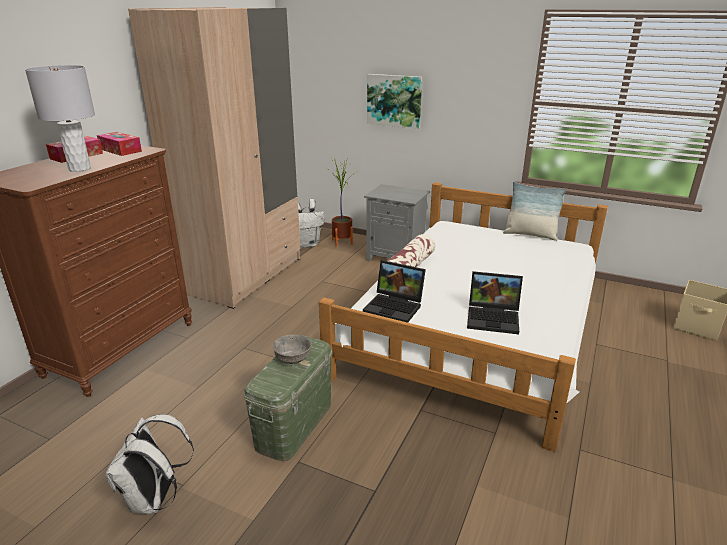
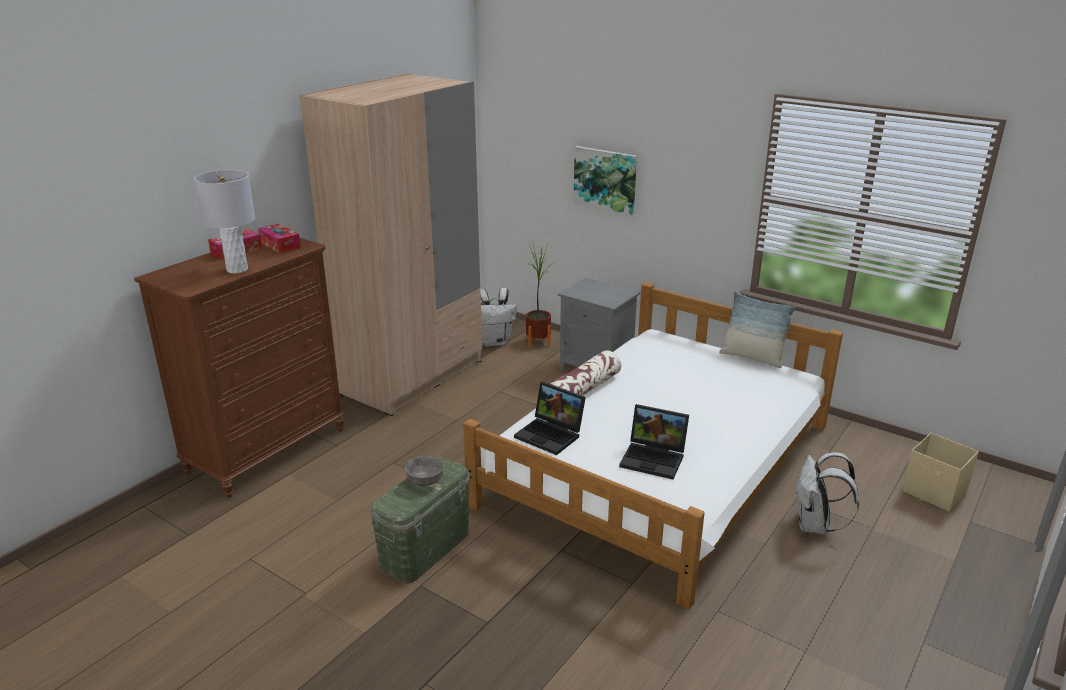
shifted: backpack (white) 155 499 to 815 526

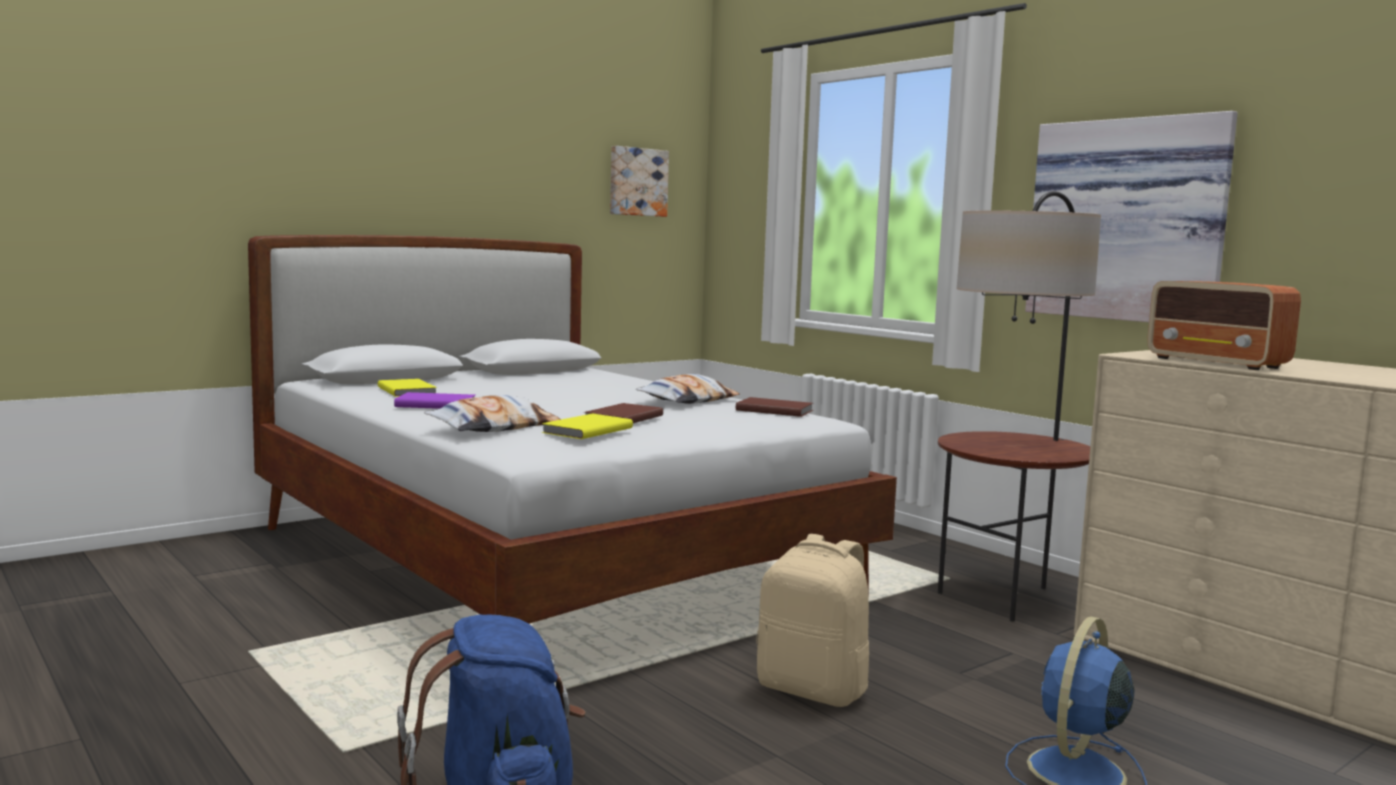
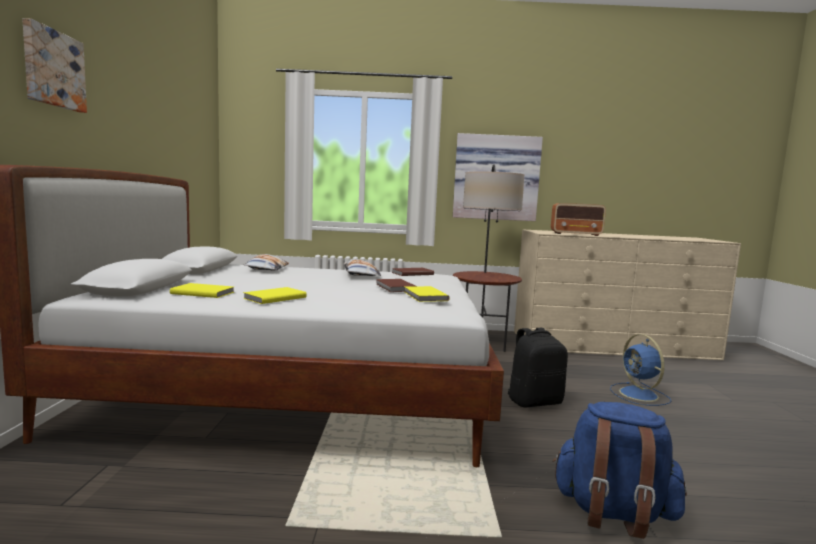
shifted: pillow 494 427 to 267 269; picture 637 182 to 52 69
repainted: book (purple) 435 404 to book (yellow) 273 298; backpack (beige) 813 690 to backpack (black) 534 401

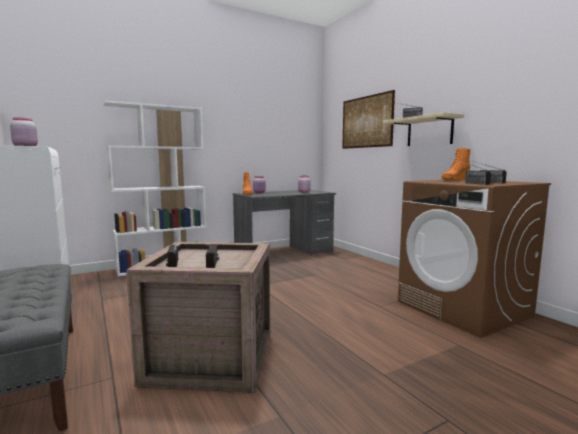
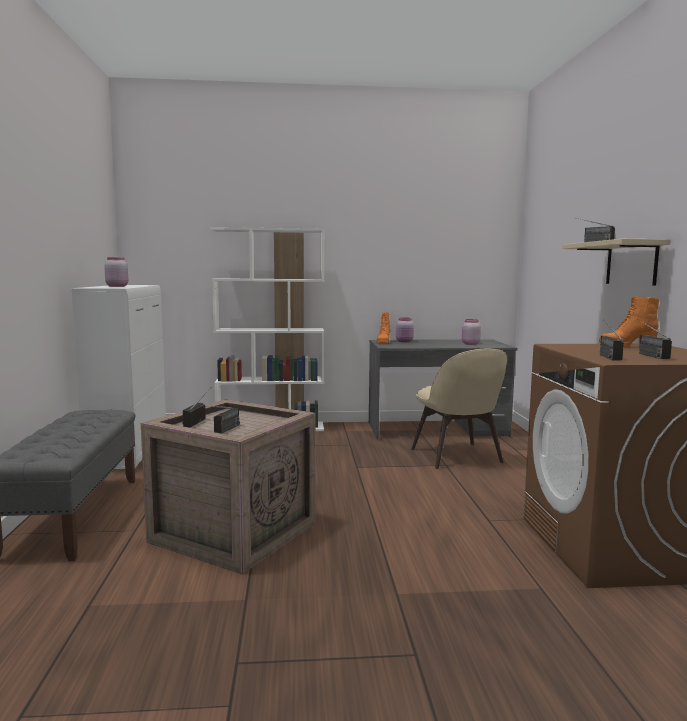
gone: picture 366 122
new: chair (beige) 457 457

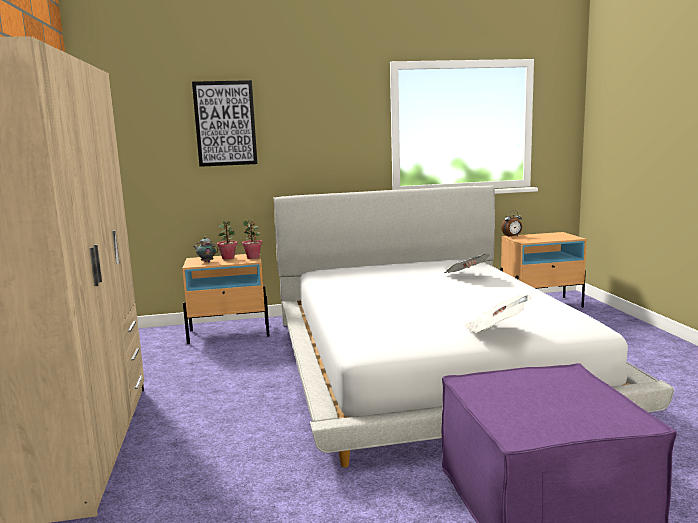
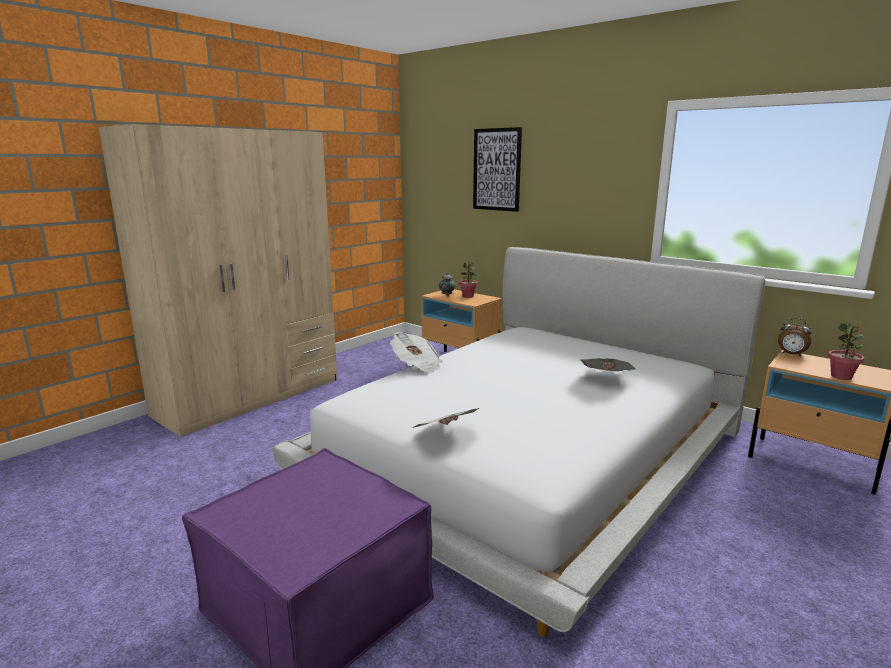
new: newspaper 416 365
shifted: potted plant 253 257 to 841 377

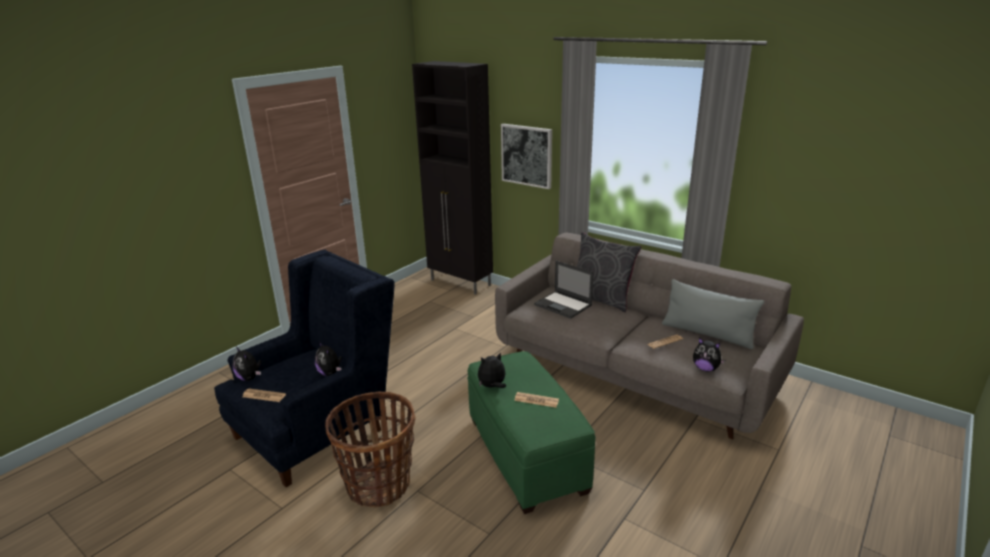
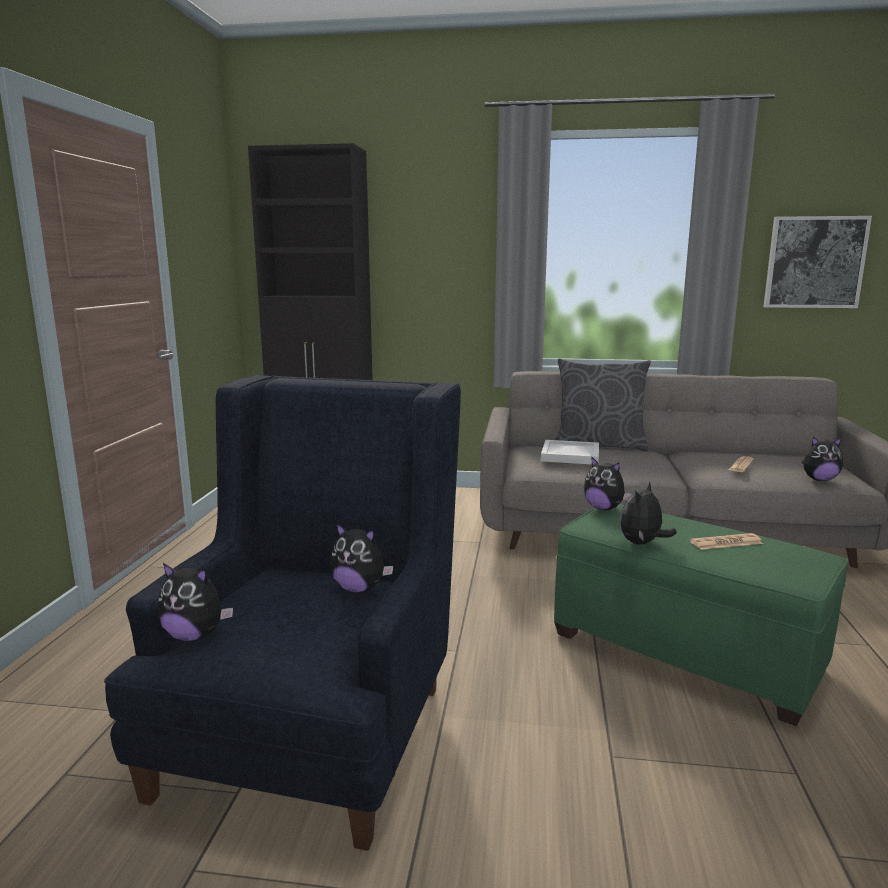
gone: newspaper 264 396; basket 379 484; pillow (grey) 707 334
new: plush toy 604 508
shifted: picture 527 155 to 814 262
swapped: laptop 563 305 to tray (white) 571 455

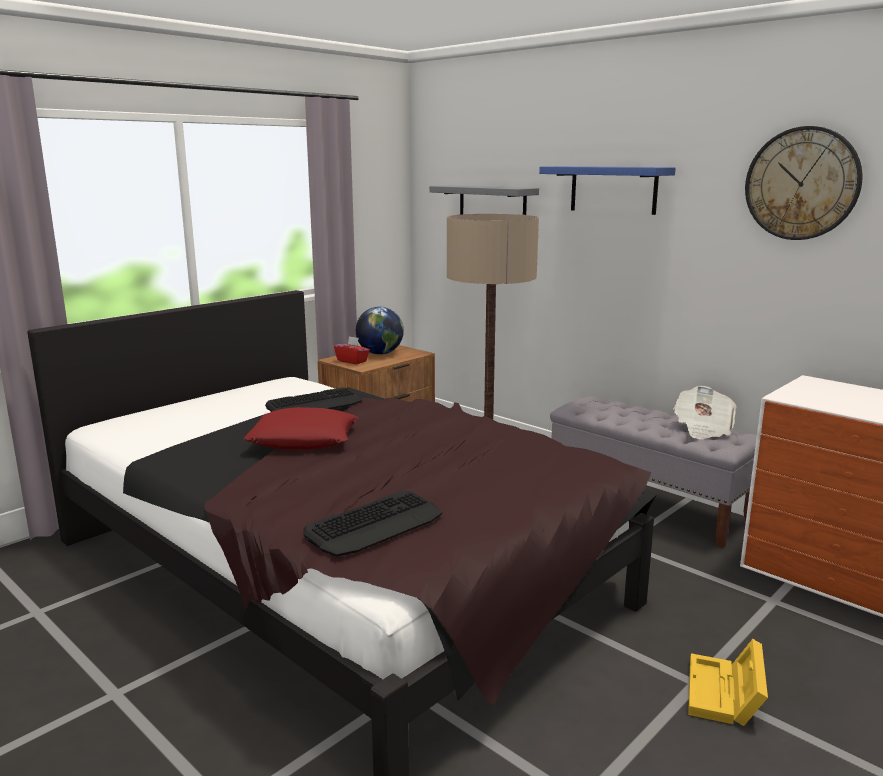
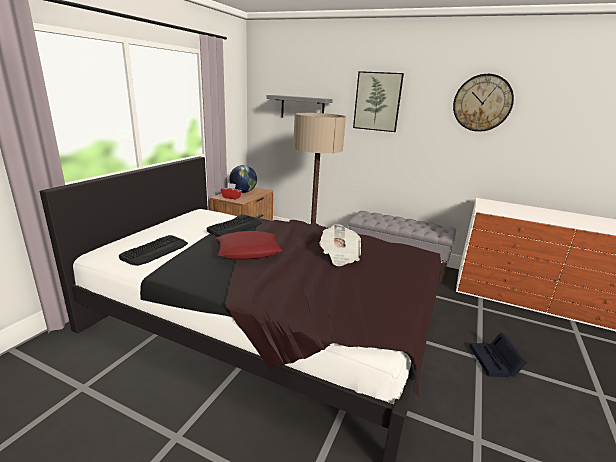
shifted: keyboard 375 524 to 155 250; newspaper 702 429 to 339 256
swapped: shelf (blue) 613 189 to picture 377 101
repainted: storage box (yellow) 725 695 to storage box (black) 495 362

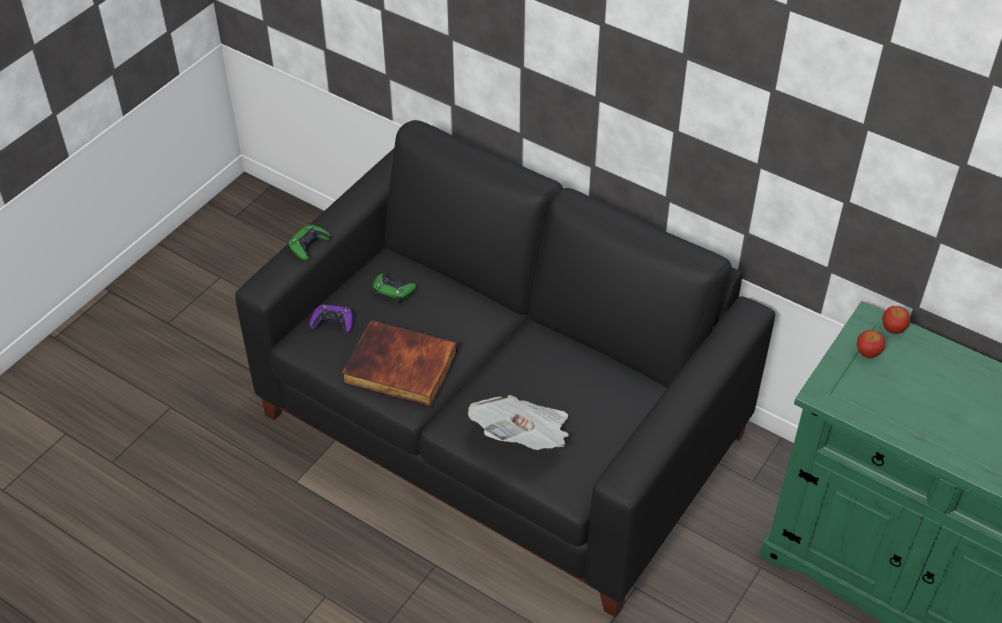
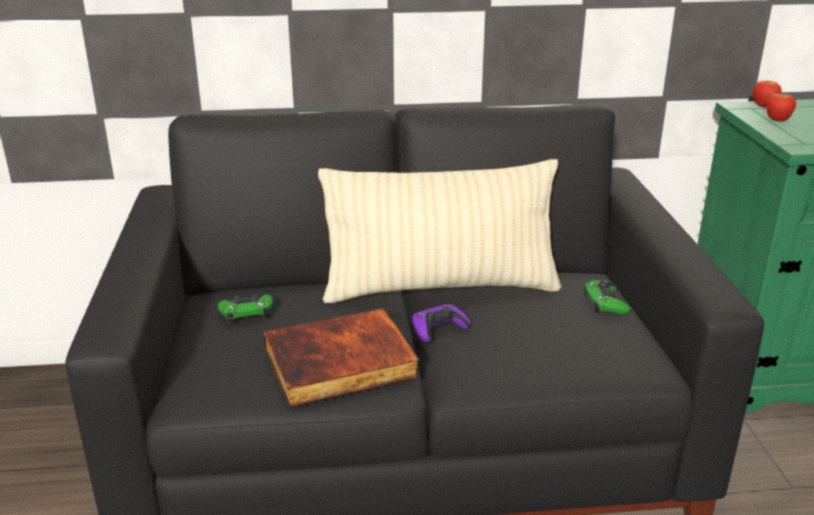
gone: newspaper 523 438
new: pillow (beige) 441 288
shifted: game controller (green) 309 245 to 605 303; game controller (purple) 333 322 to 439 328

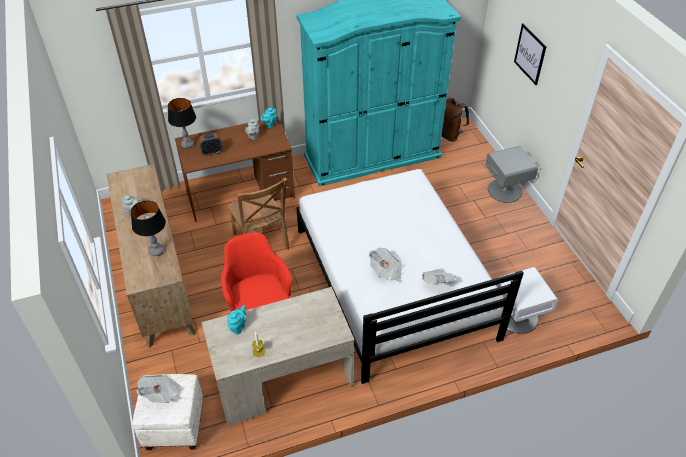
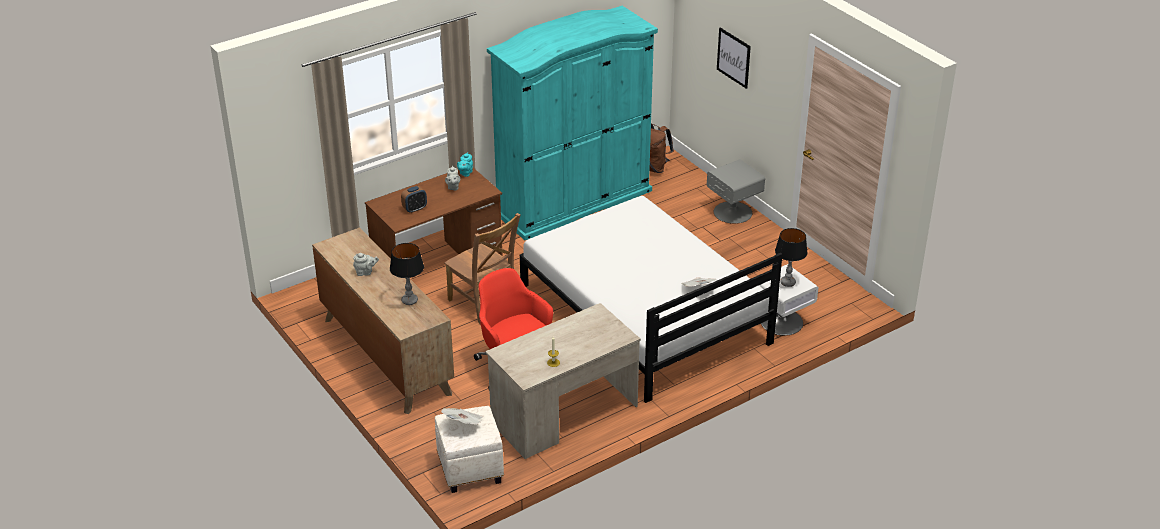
gone: teapot (turquoise) 238 326; newspaper 386 271
shifted: table lamp 187 144 to 788 282

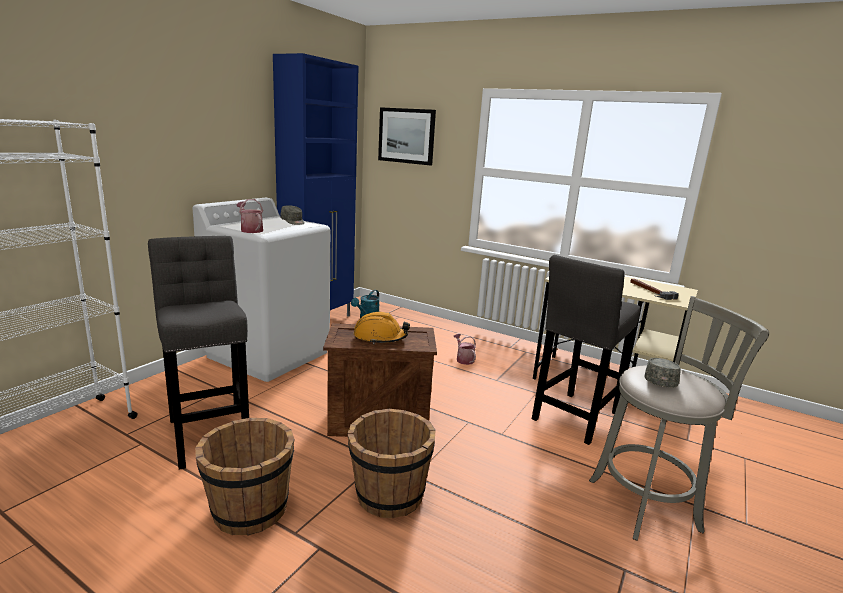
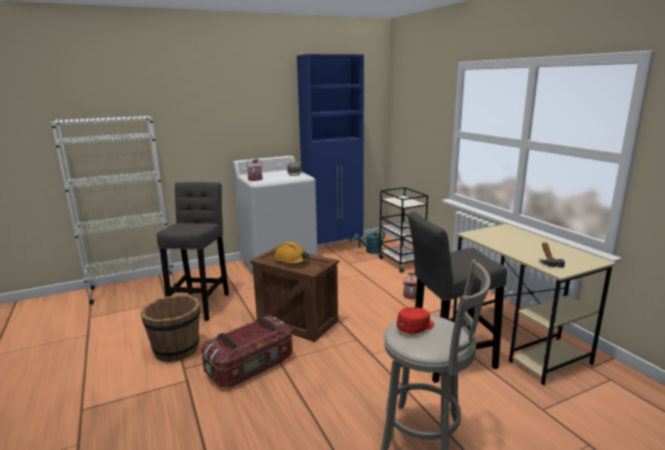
gone: picture 406 136
new: cart (black) 401 262
swapped: bucket (brown) 388 495 to storage box 251 367
repainted: cap (grey) 659 380 to cap (red) 416 328

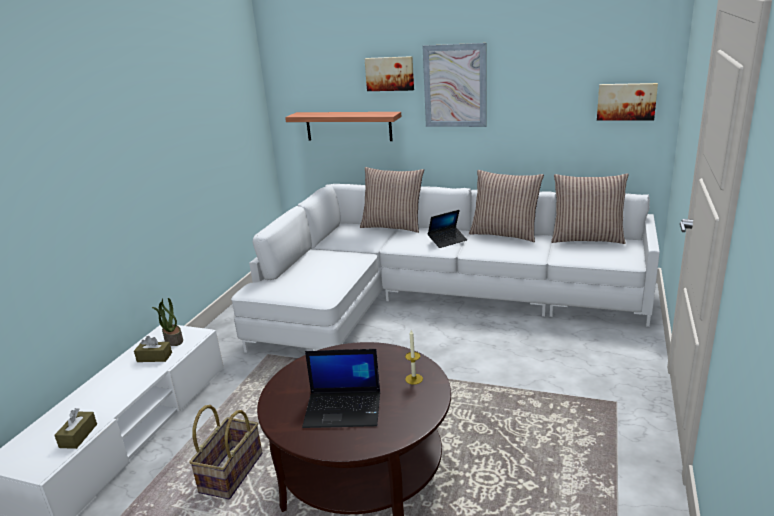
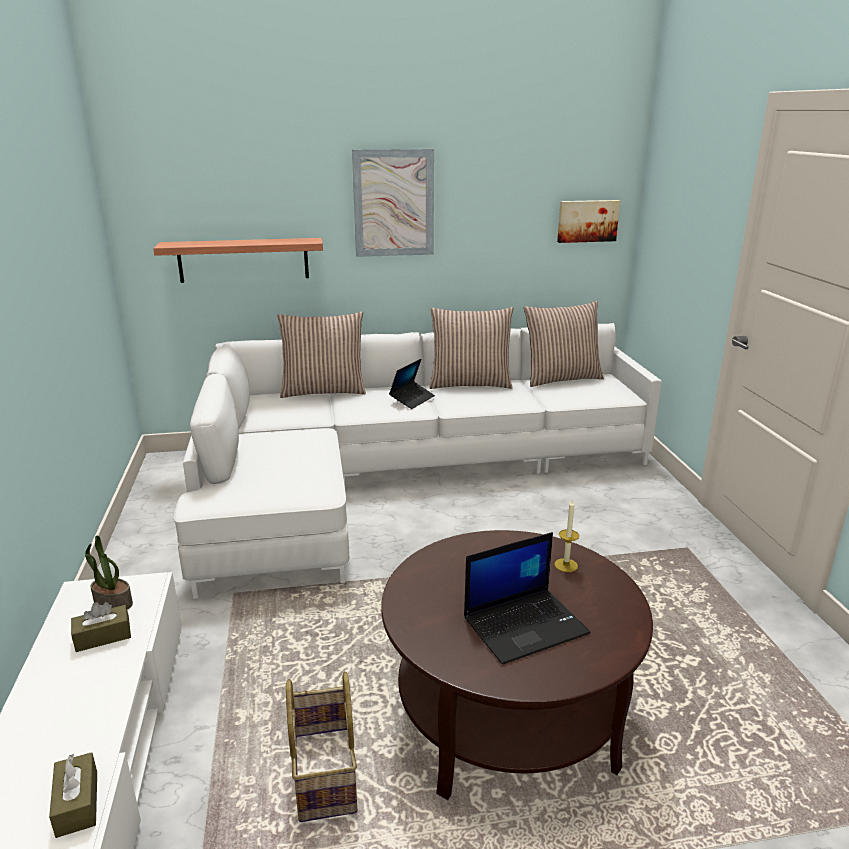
gone: picture 390 73

